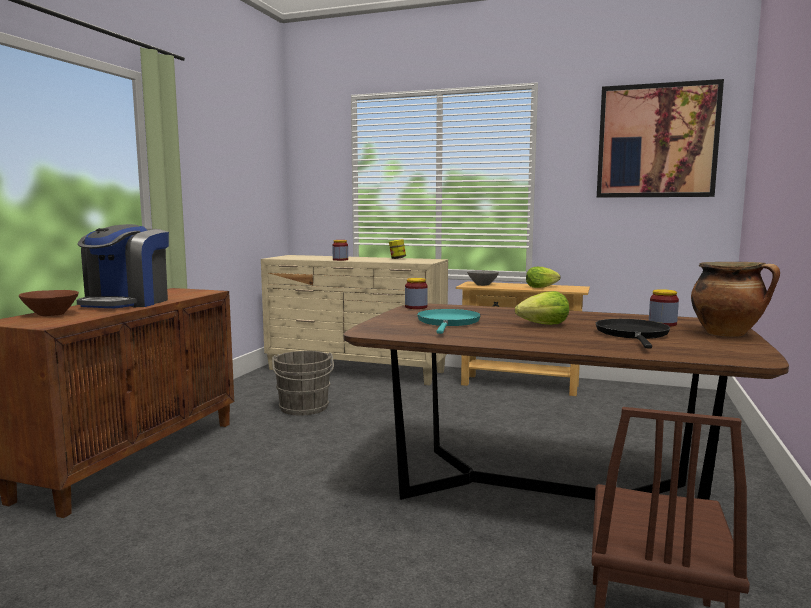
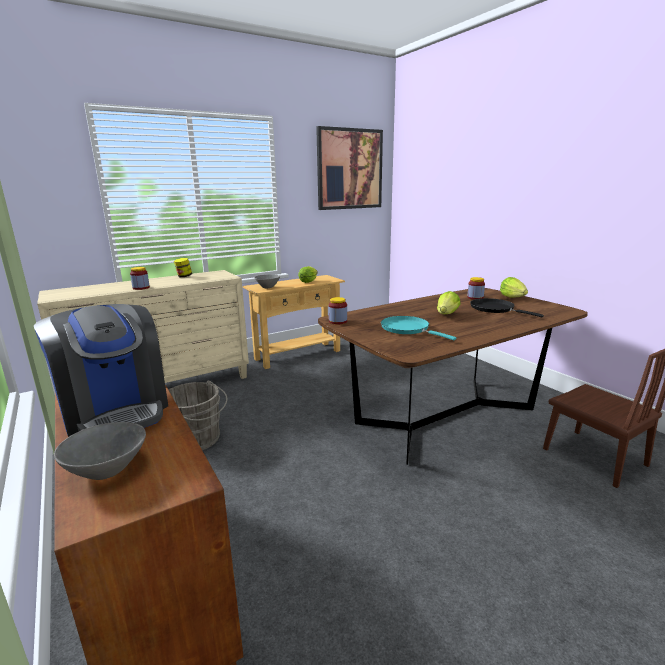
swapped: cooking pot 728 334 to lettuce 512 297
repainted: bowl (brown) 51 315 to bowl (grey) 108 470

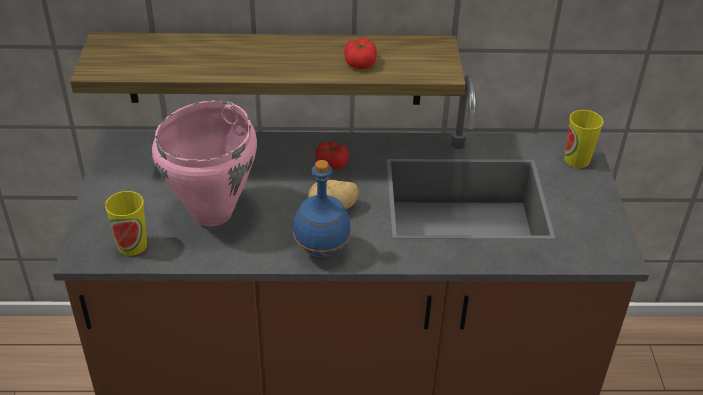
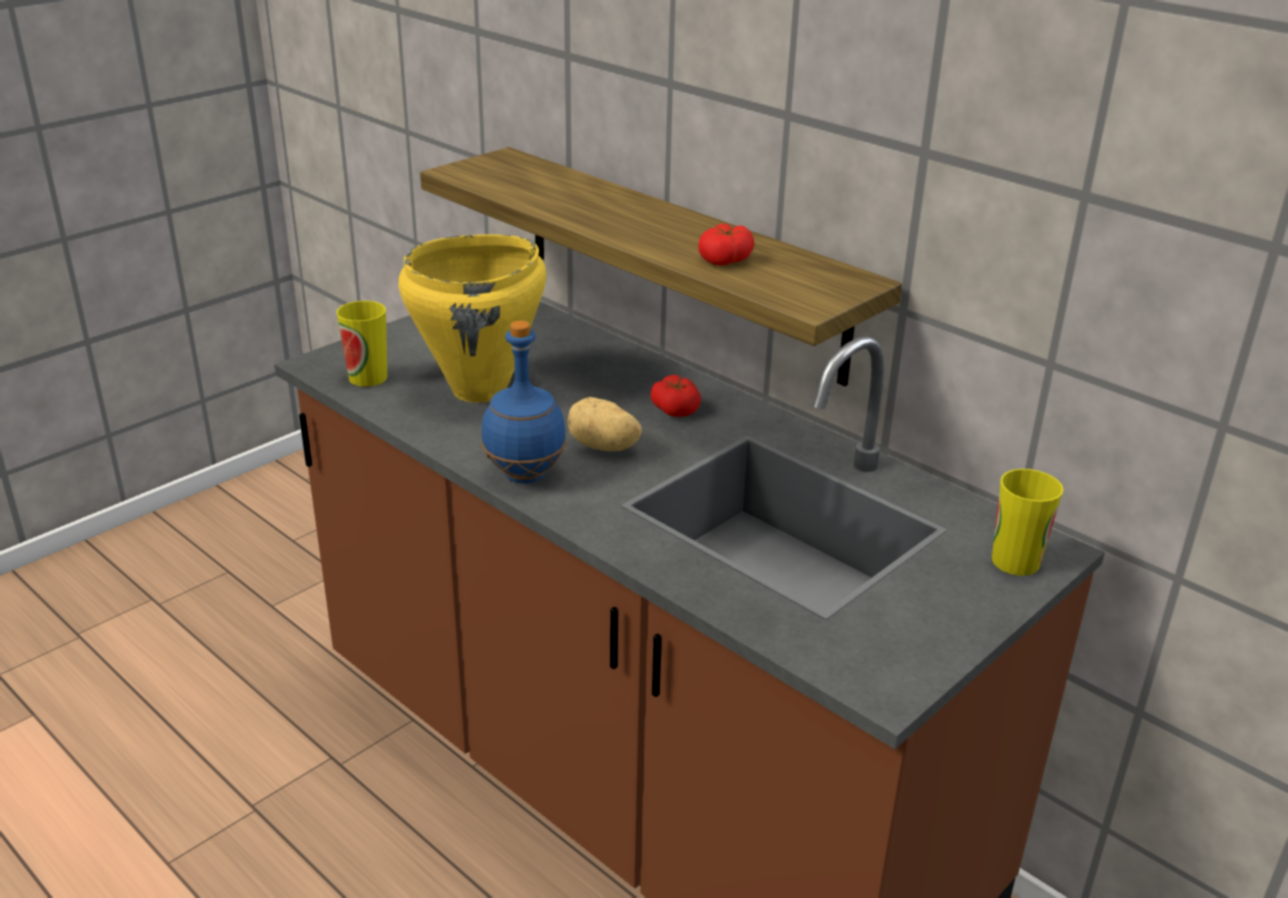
repainted: cooking pot (pink) 213 213 to cooking pot (yellow) 480 390

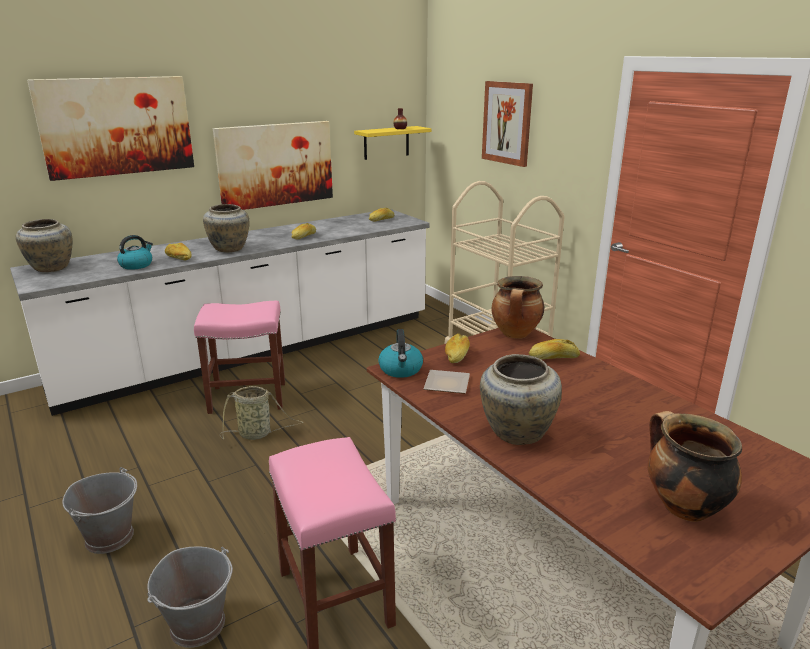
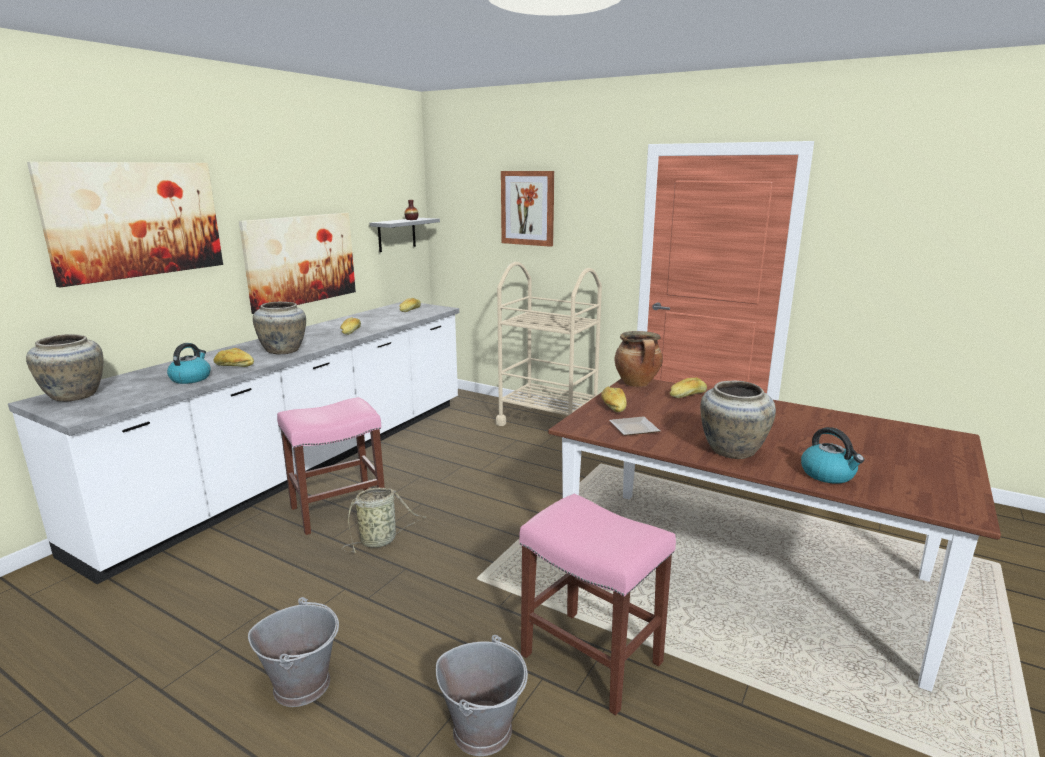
gone: cooking pot 682 507
shifted: kettle 401 370 to 828 474
repainted: shelf (yellow) 386 142 to shelf (grey) 396 234

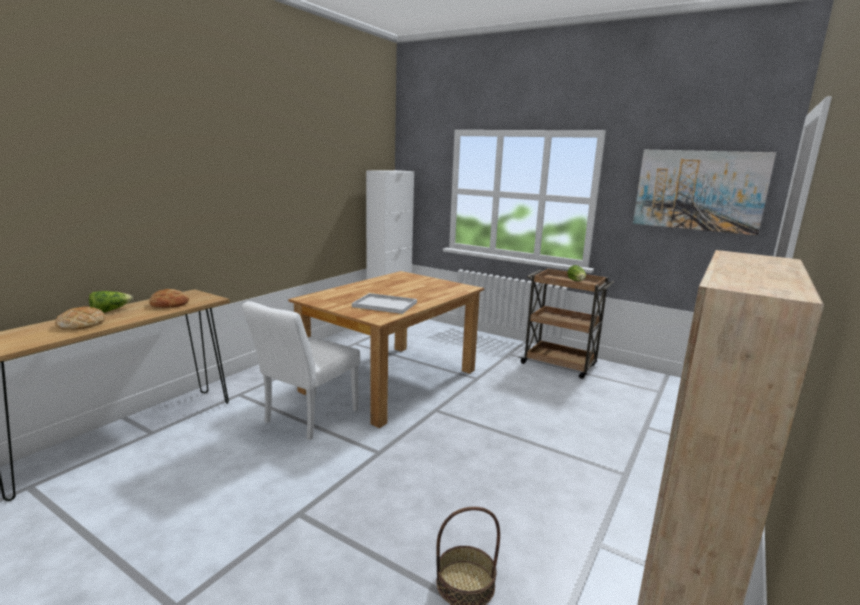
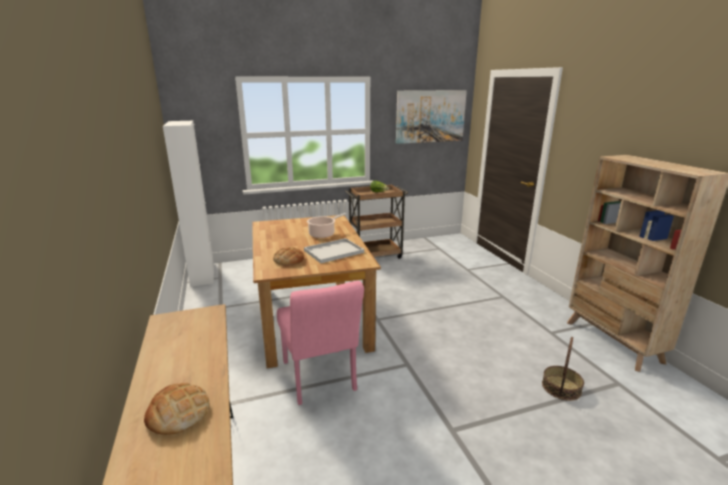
gone: lettuce 110 310
new: cooking pot 323 234
shifted: bread 169 304 to 289 260
repainted: chair (white) 306 418 to chair (pink) 320 380

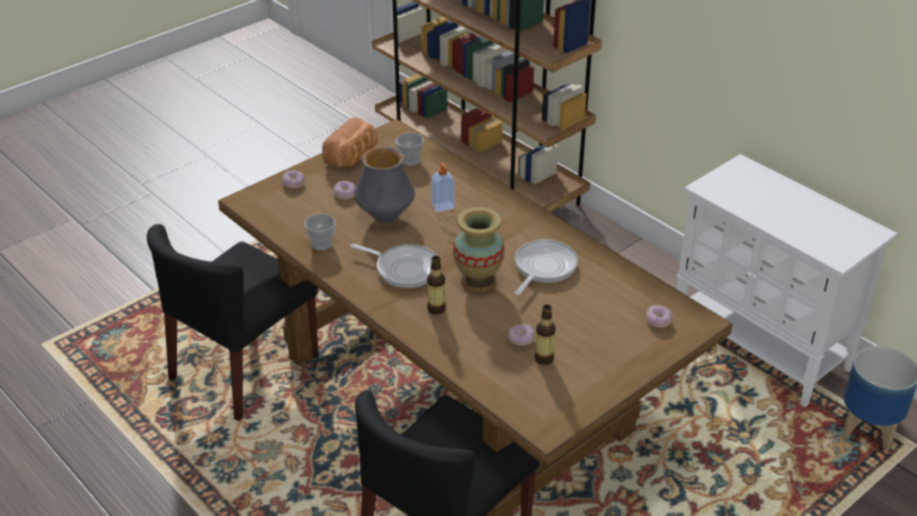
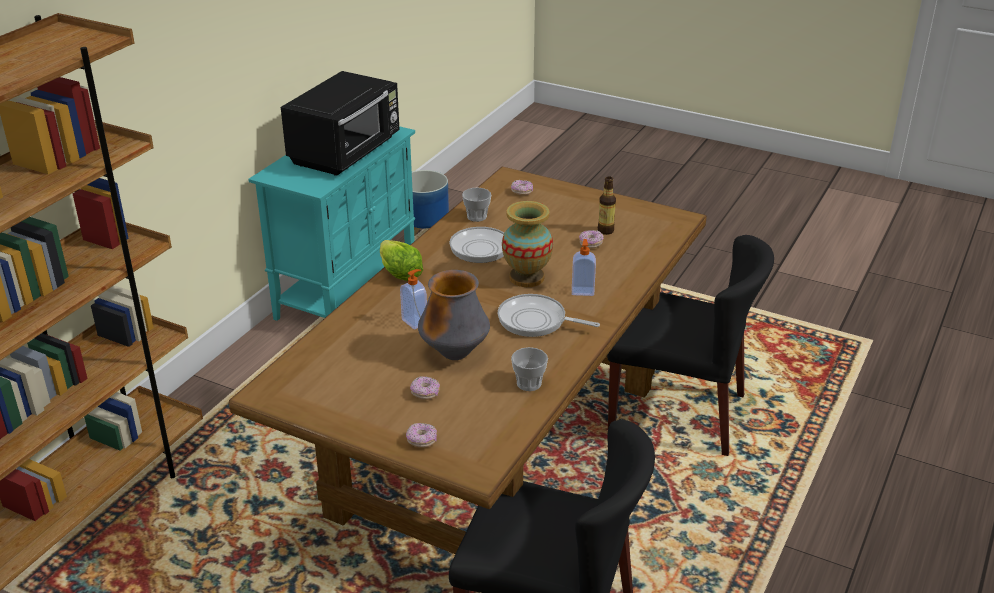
gone: bread 353 157
new: microwave (black) 346 152; lettuce 399 273
shifted: cup 410 160 to 476 217
swapped: bottle 436 309 to soap dispenser 582 291
repainted: cabinet (white) 761 347 to cabinet (turquoise) 347 291
rotated: frying pan 404 269 = 536 321 75 degrees counterclockwise

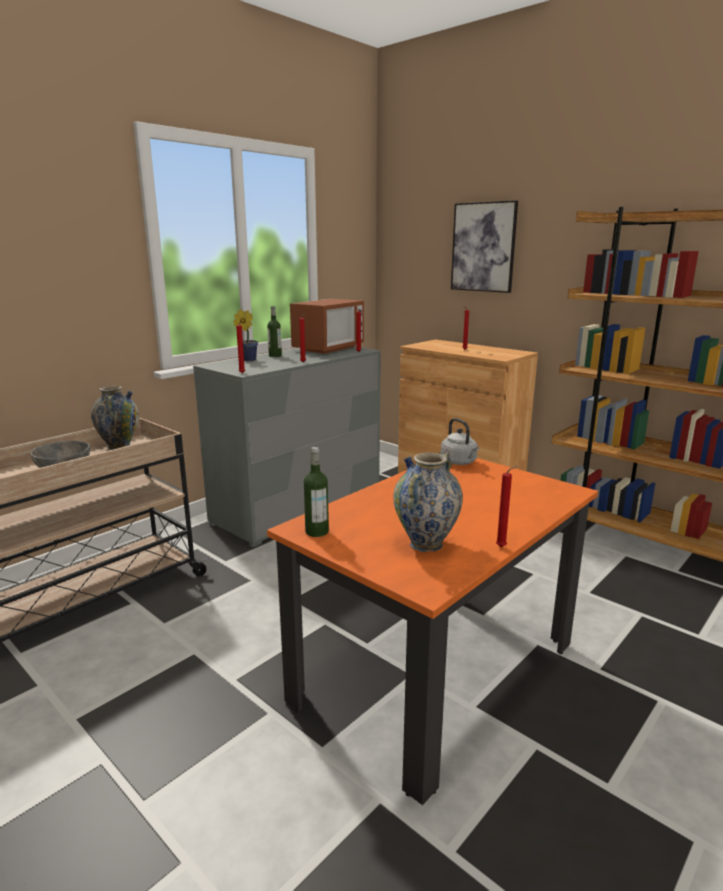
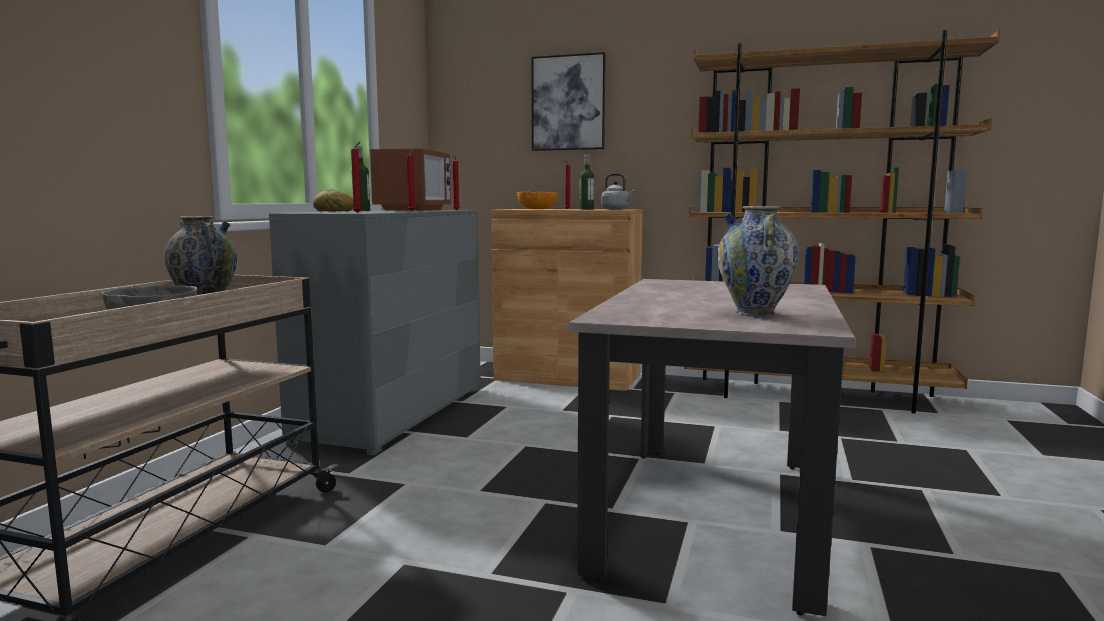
gone: candle (red) 502 547
new: bowl (orange) 537 209
shifted: bottle 317 531 to 586 209; kettle (grey) 459 462 to 617 209
swapped: potted plant 247 360 to bread 334 211
repainted: dining table (orange) 436 672 to dining table (beige) 712 514

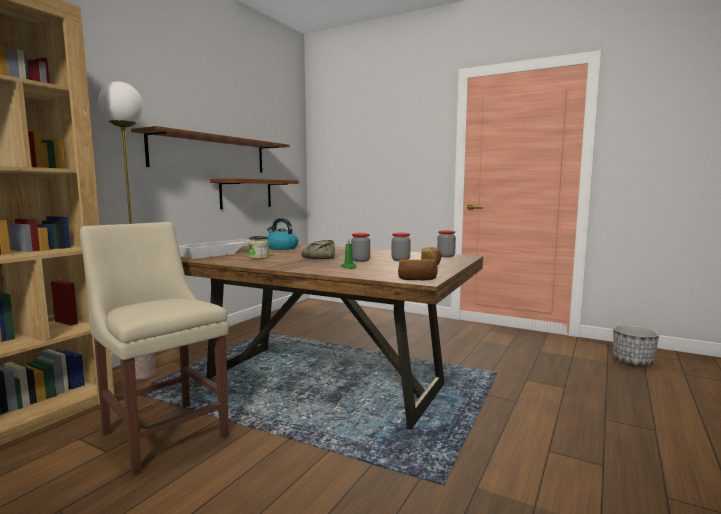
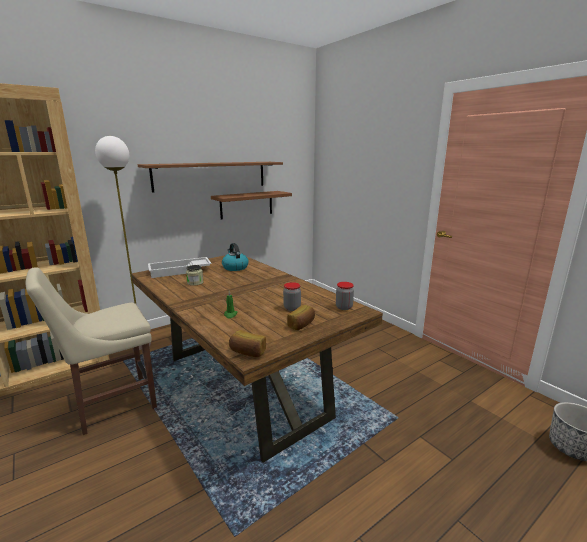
gone: bread 320 257; jar 360 260
rotated: chair (beige) 163 432 = 110 404 105 degrees counterclockwise

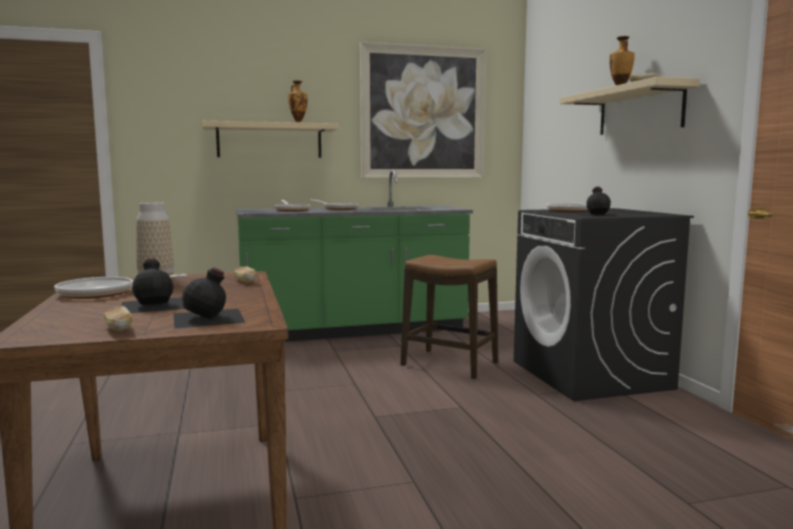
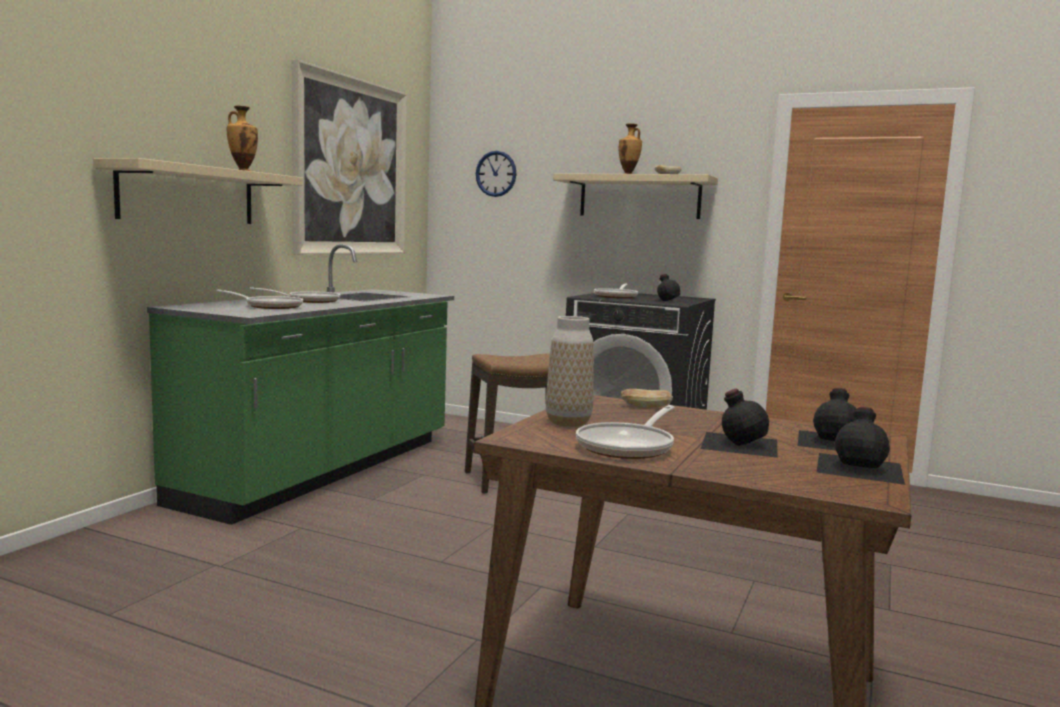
new: wall clock 496 173
swapped: bread 118 329 to bottle (black) 861 467

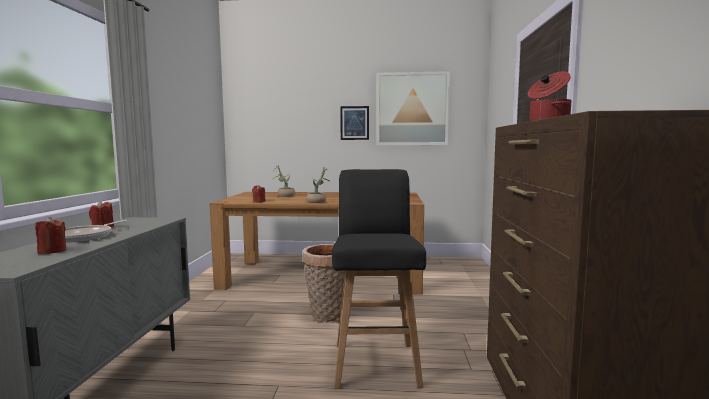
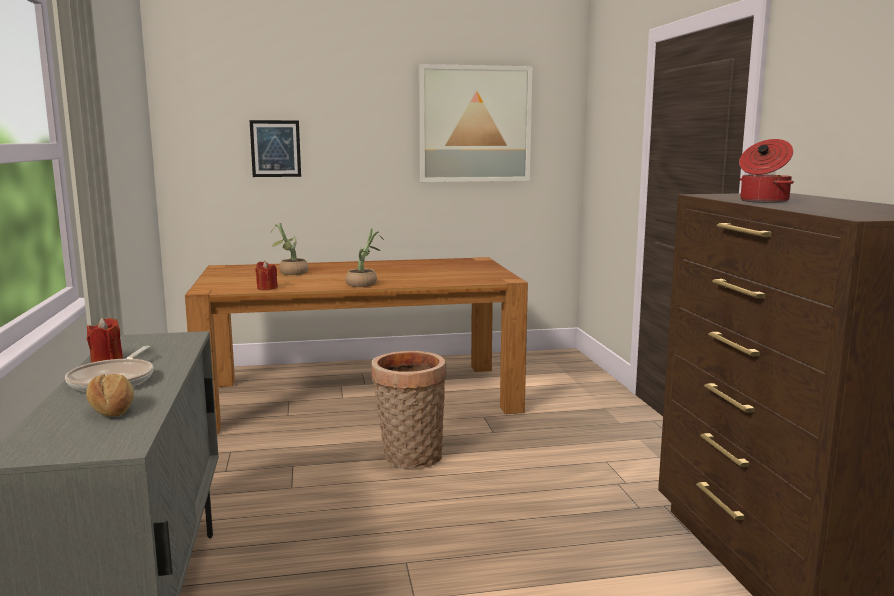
gone: stool (black) 376 362
shifted: picture 354 123 to 275 148
swapped: candle (red) 52 251 to bread 112 410

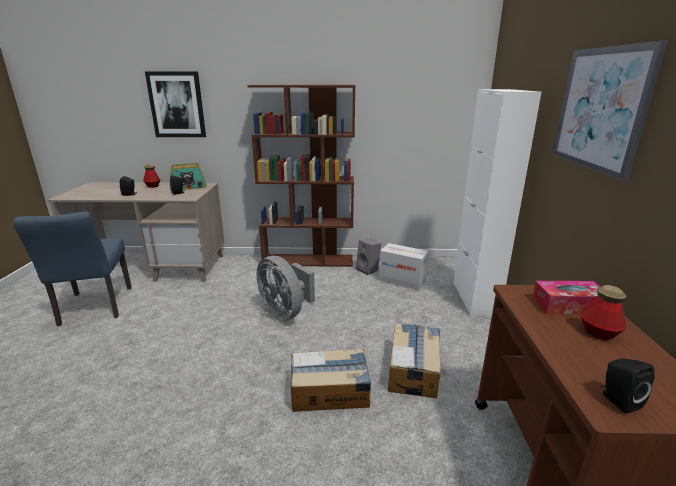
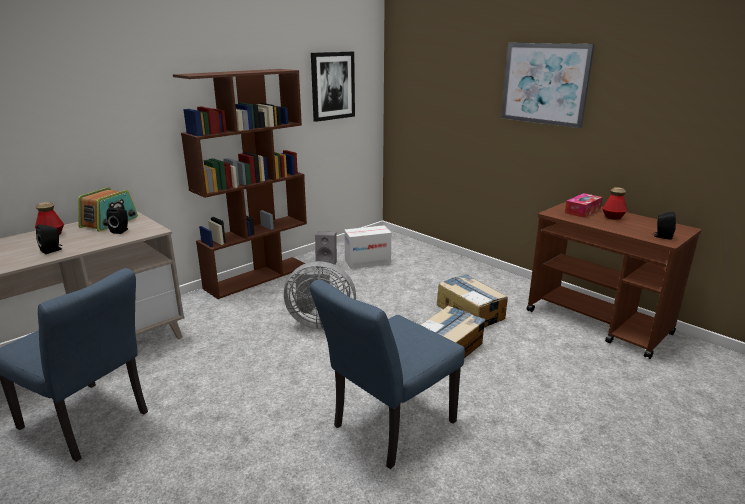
gone: cabinet (white) 475 298
new: chair (blue) 387 428
shifted: picture 177 105 to 332 86

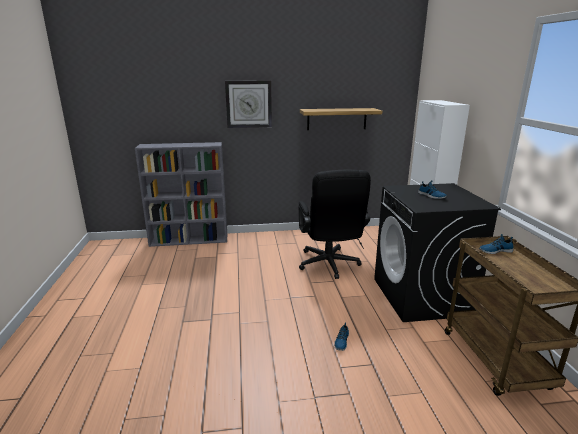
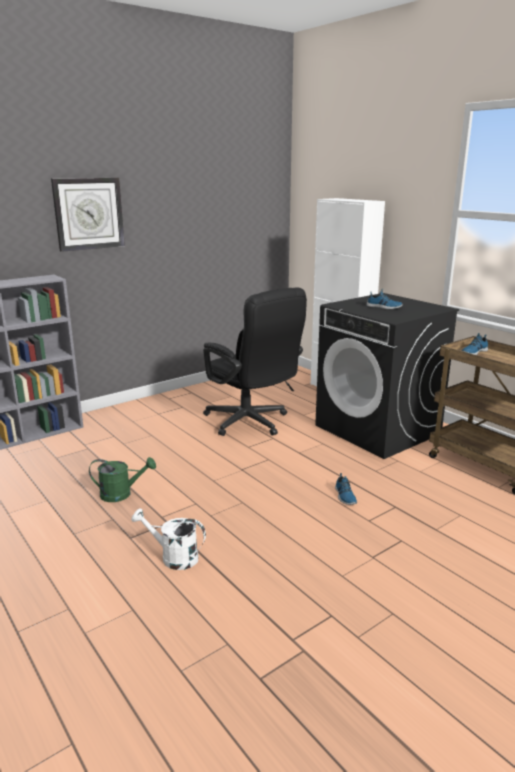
gone: shelf 336 119
new: watering can (green) 121 494; watering can (white) 173 557

